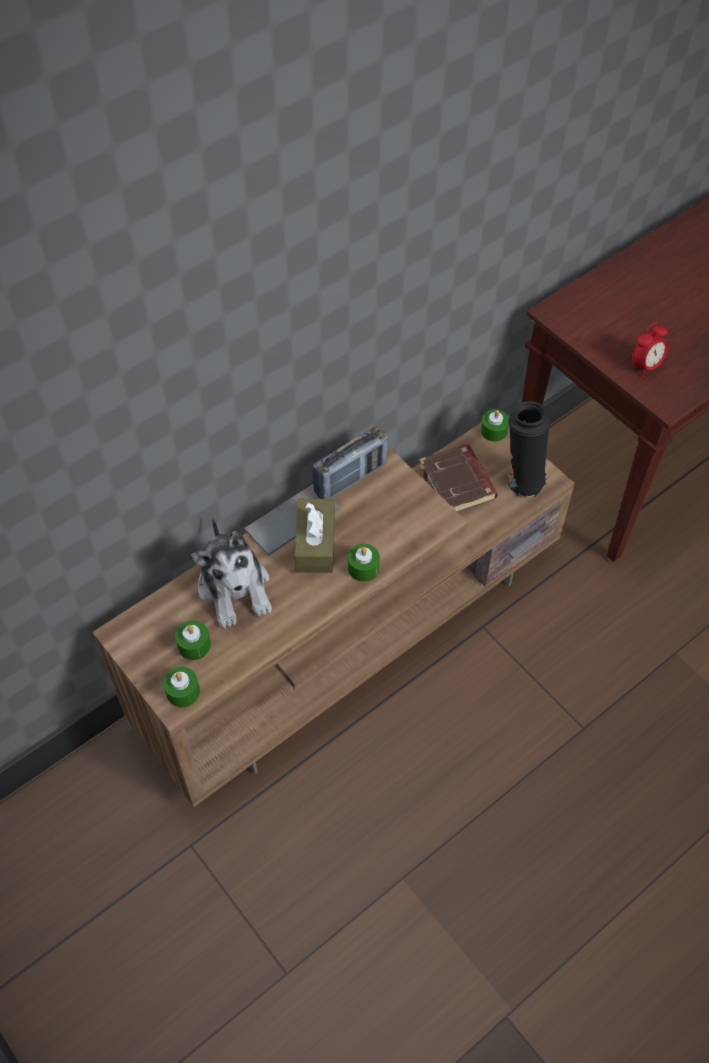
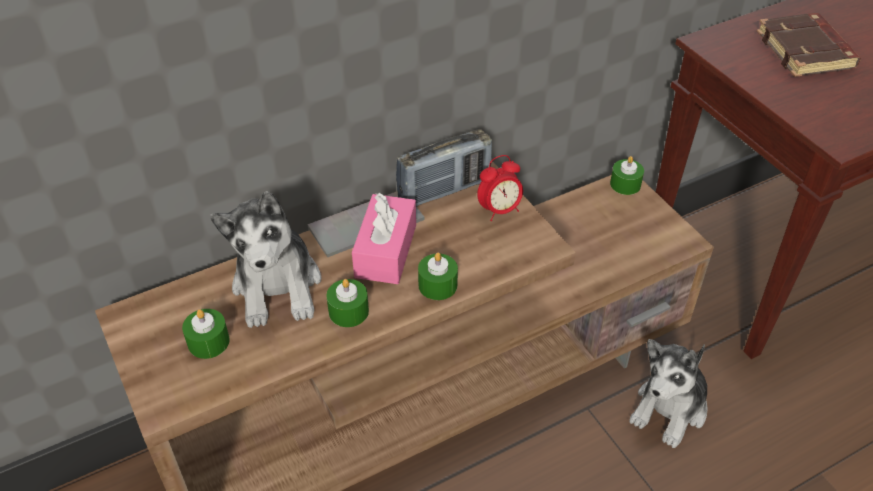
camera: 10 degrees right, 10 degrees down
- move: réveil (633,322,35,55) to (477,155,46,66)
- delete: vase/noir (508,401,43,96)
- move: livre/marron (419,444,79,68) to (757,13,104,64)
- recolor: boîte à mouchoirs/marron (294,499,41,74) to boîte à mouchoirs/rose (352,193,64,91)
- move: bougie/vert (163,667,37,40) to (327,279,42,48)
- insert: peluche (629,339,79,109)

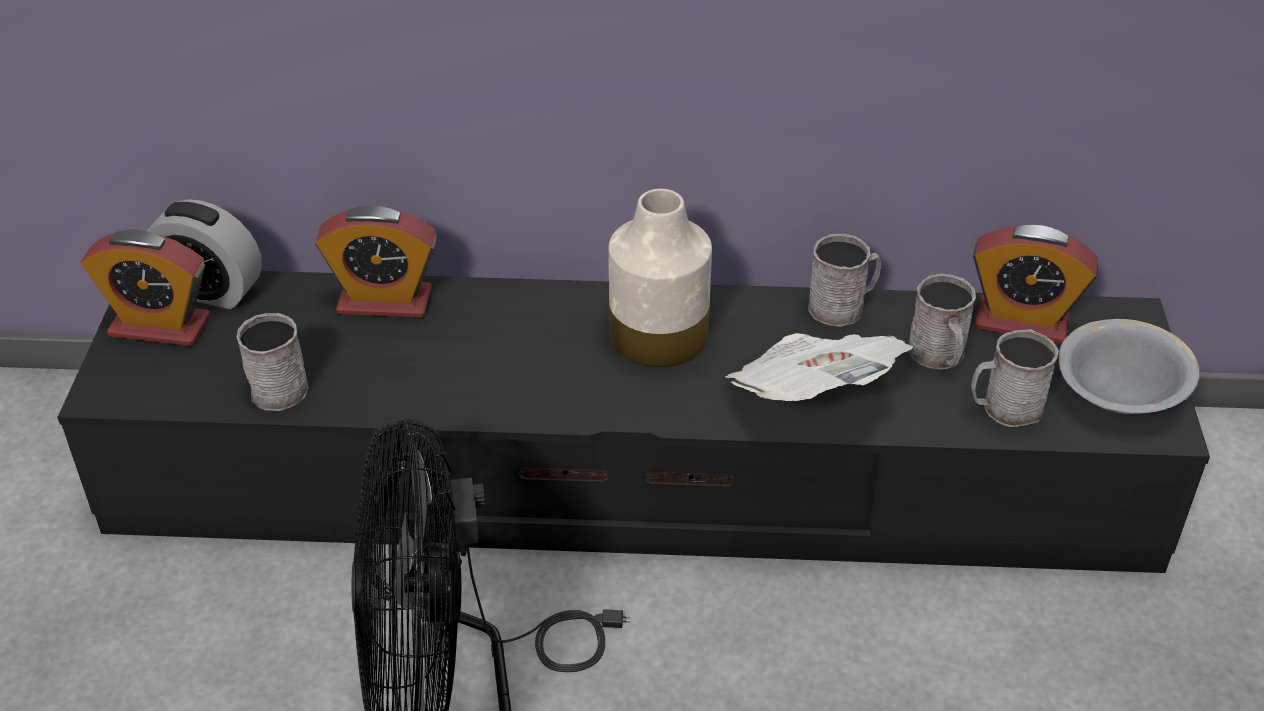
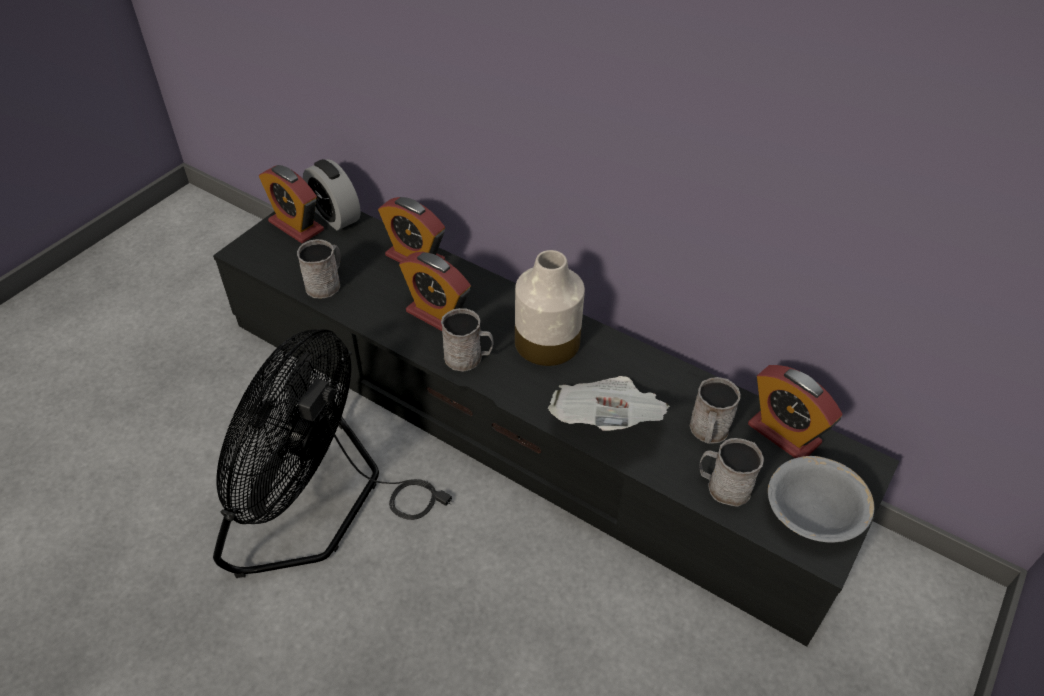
camera: 30 degrees right, 5 degrees up
- move: mug/gris (808,234,73,93) to (441,308,52,64)
- insert: réveil (399,252,72,79)

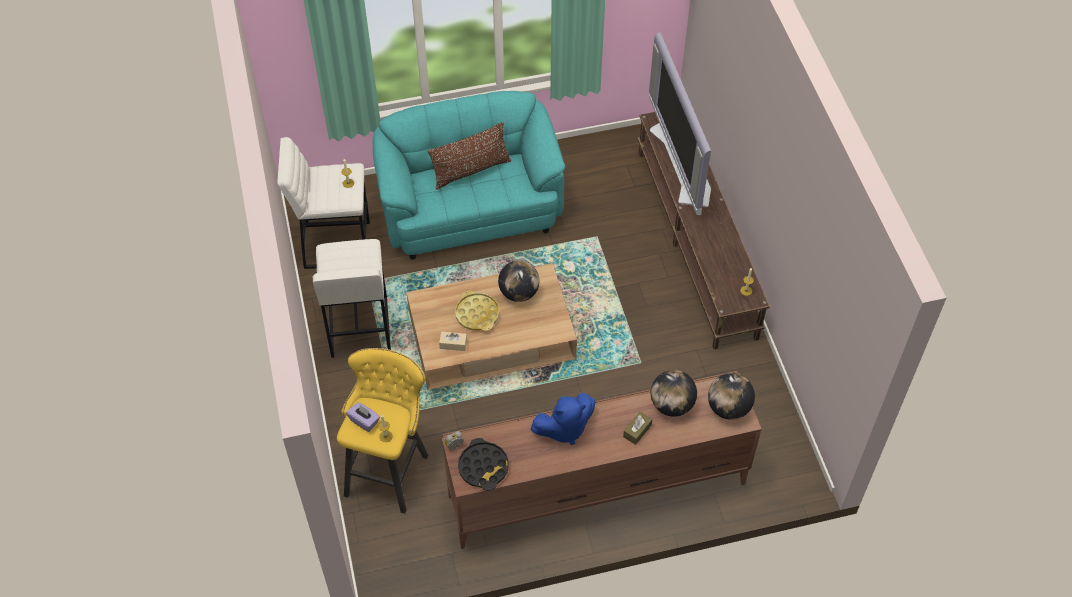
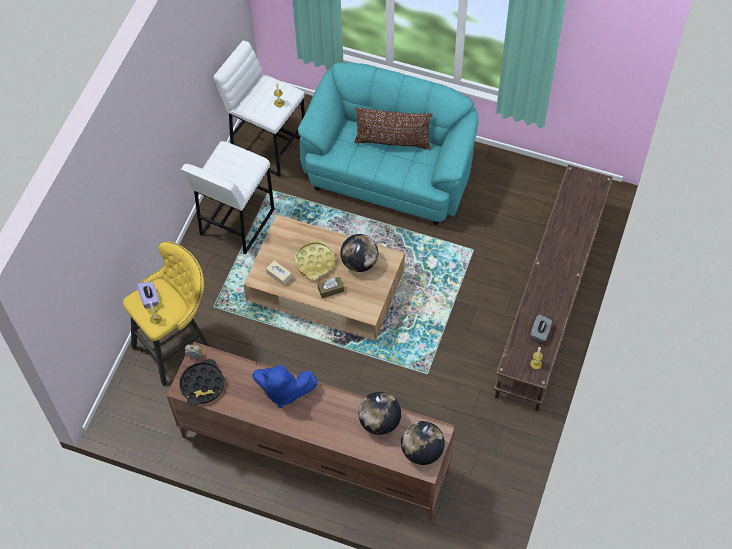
camera: 35 degrees right, 5 degrees up
- delete: téléviseur (649,32,62,183)
- move: boîte à mouchoirs/marron (623,411,29,34) to (318,277,26,21)
- insert: boîte à mouchoirs/gris (530,314,22,29)

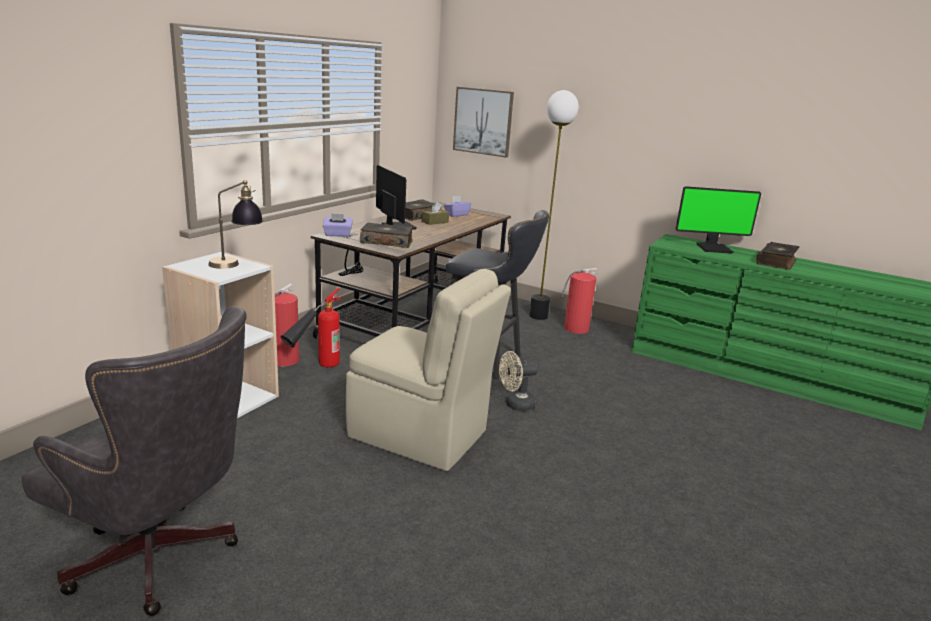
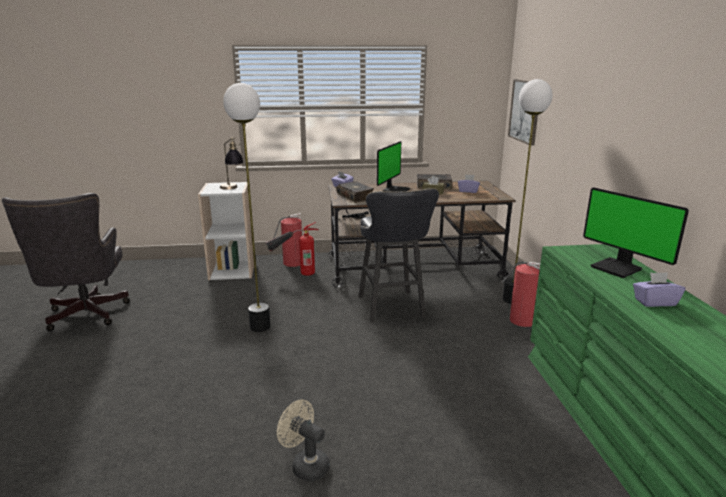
camera: 55 degrees right, 0 degrees up
- replace: livre (756,242,43,28) to boîte à mouchoirs/violet (633,272,52,35)
- replace: chaise/beige (346,269,165,202) to lampadaire (223,83,47,249)
- move: ventilateur/beige (499,351,39,60) to (277,400,53,82)

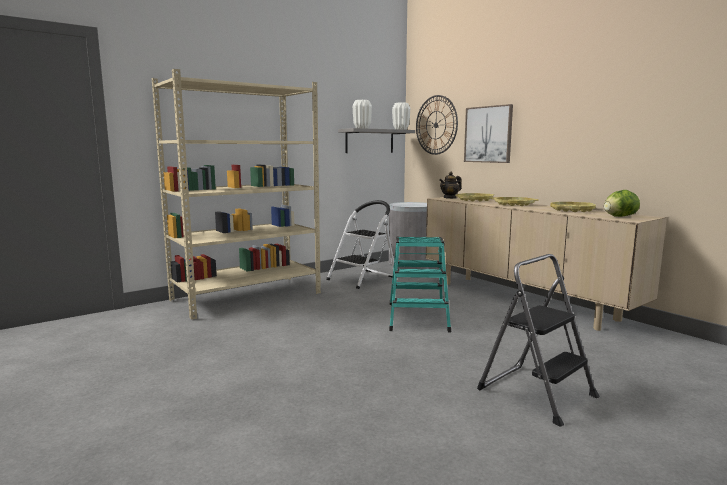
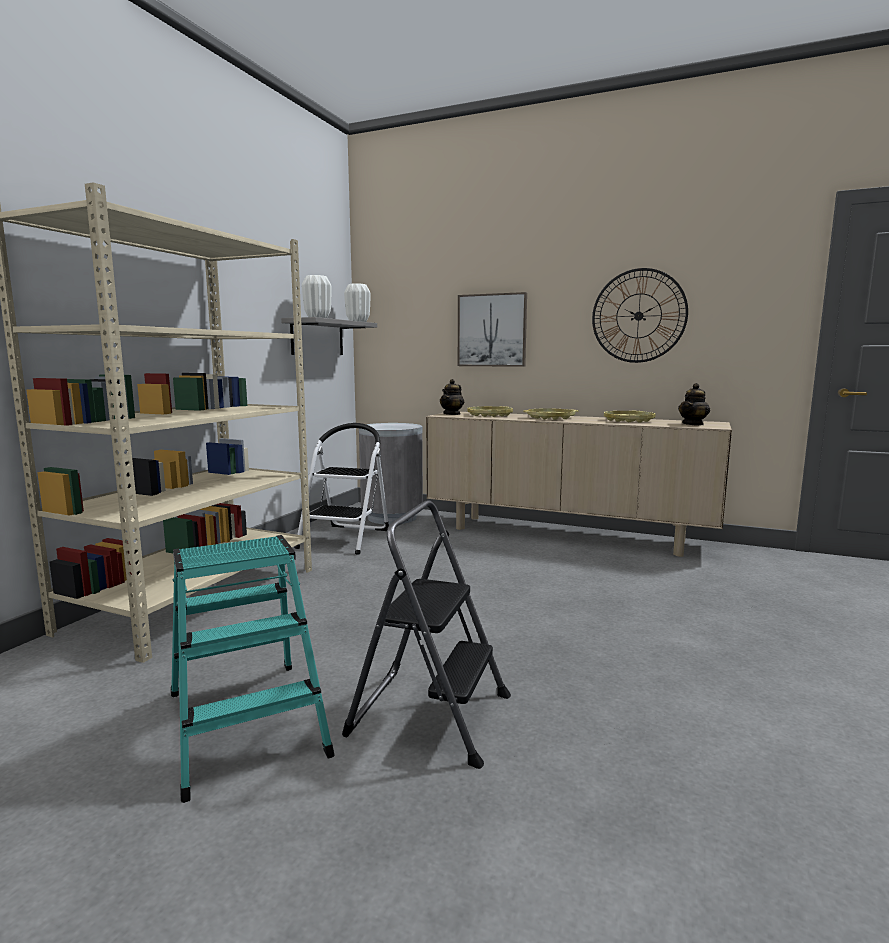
camera: 30 degrees left, 0 degrees up
- move: horloge murale (416,95,42,60) to (592,268,96,95)
- replace: laitue (604,190,36,27) to théière (678,383,32,43)
- move: escabeau/turquoise (389,237,62,96) to (171,535,164,268)
- move: escabeau/noir (477,254,122,173) to (342,500,169,269)

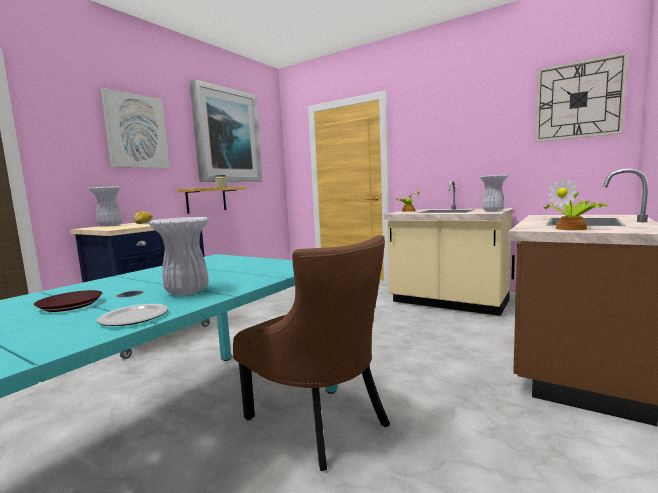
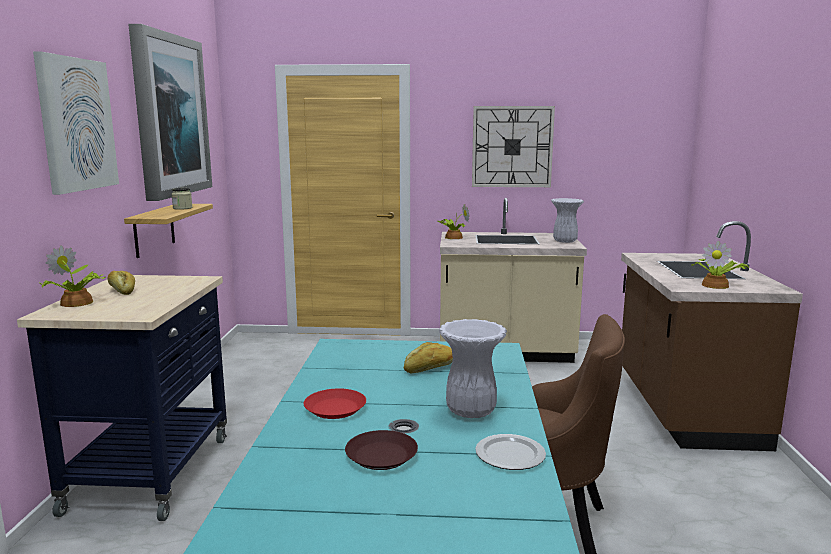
camera: 30 degrees left, 5 degrees up
- move: horloge murale (535,52,93,90) to (472,106,83,81)
- replace: vase/blanc (88,186,34,40) to plante en pot (40,245,66,62)
- insert: pain (404,342,49,31)
- insert: assiette/rouge (304,388,62,31)

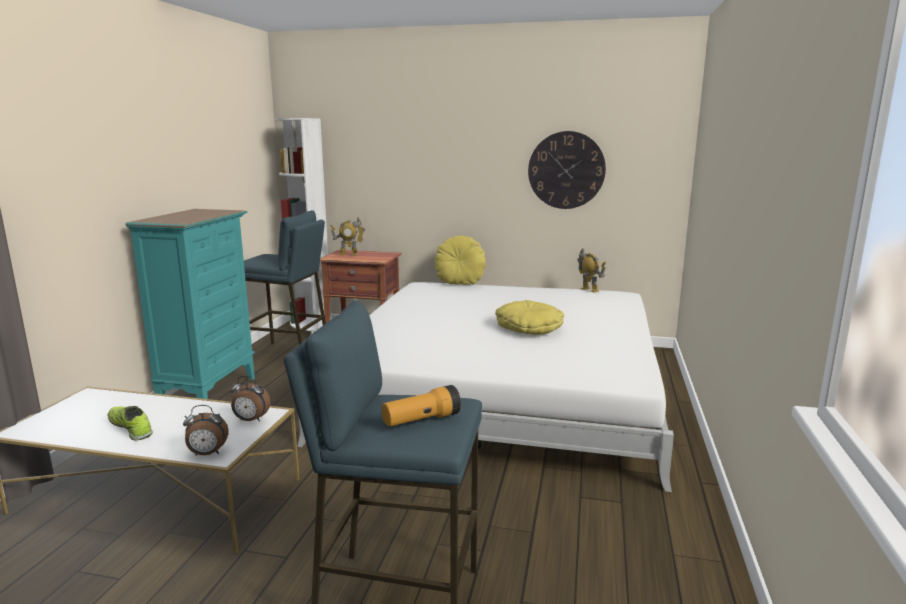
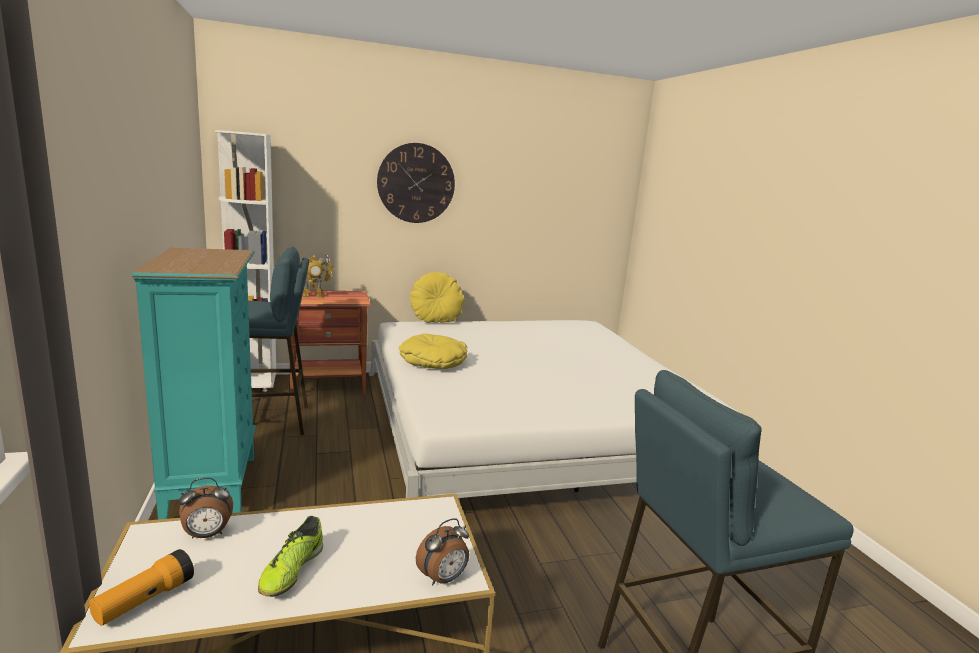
camera: 30 degrees left, 0 degrees up
- move: horloge murale (528,131,78,78) to (377,143,78,80)
- delete: robot jouet (577,248,29,45)
- move: coussin/jaune (495,300,69,35) to (399,334,68,35)
- move: réveil (231,376,40,46) to (179,478,54,60)
- move: lampe de poche (382,385,79,42) to (89,549,105,77)
- rotate: chaussure (107,406,46,34) = (258,516,65,81) 90 degrees counterclockwise

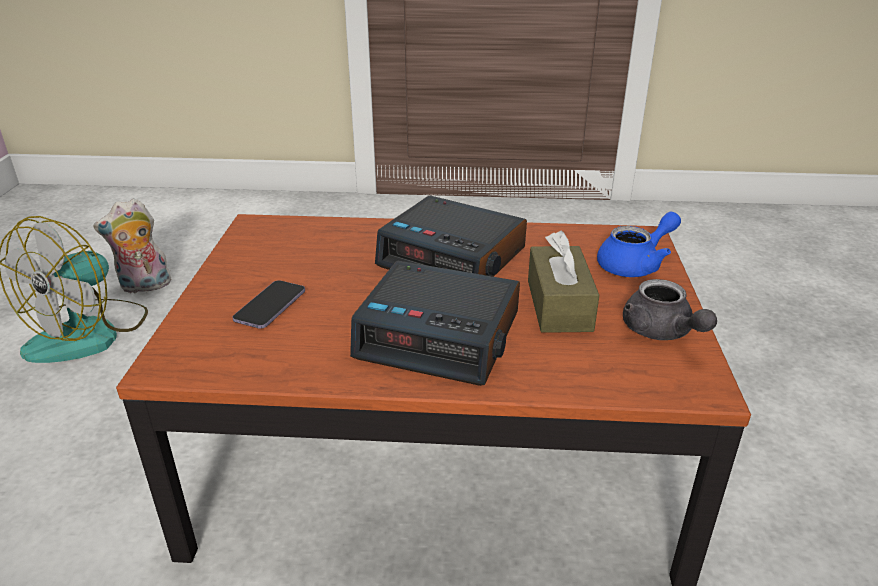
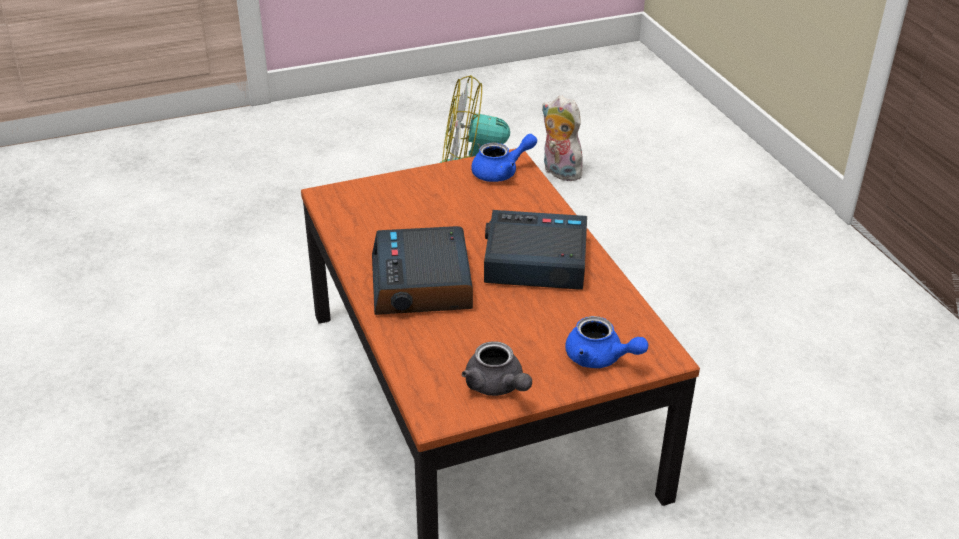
camera: 65 degrees right, 5 degrees up
- rotate: réveil (375,195,152,82) = (484,210,103,80) 90 degrees clockwise
- delete: boîte à mouchoirs/marron (528,231,71,102)
- rotate: théière/gris (623,279,94,61) = (462,341,70,55) 75 degrees counterclockwise
- delete: téléphone (232,280,73,49)
- insert: théière/bleu (471,134,66,48)

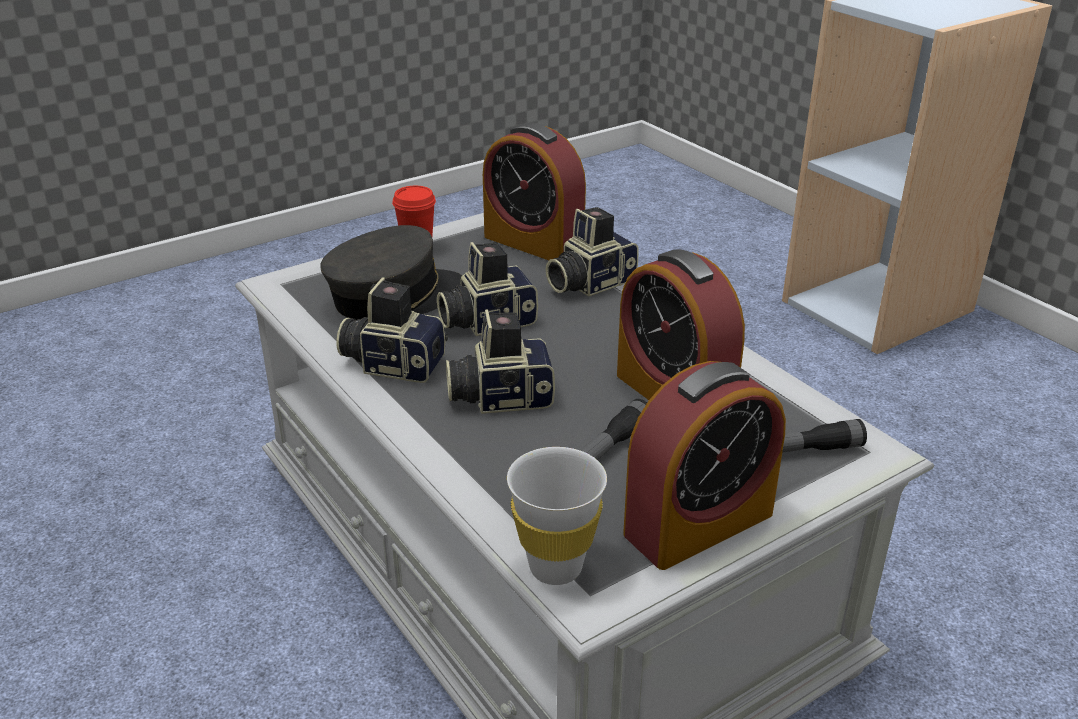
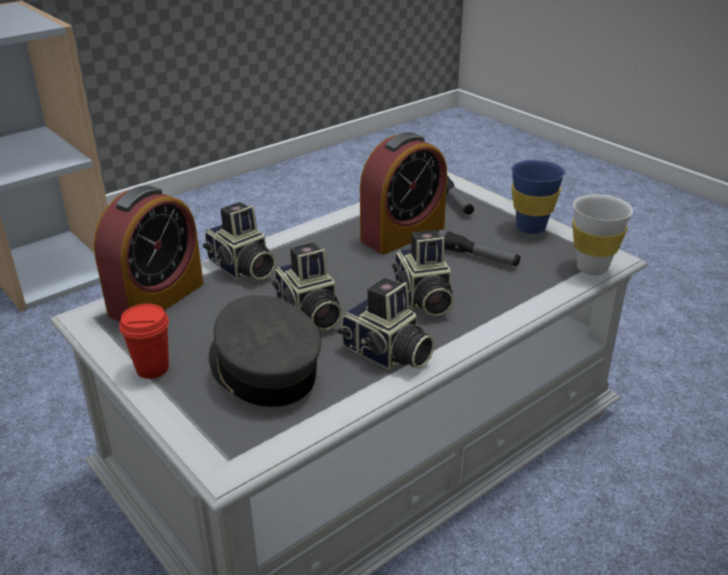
camera: 95 degrees left, 0 degrees up
- rotate: appareil photo (336,277,112,106) = (338,278,97,92) 60 degrees counterclockwise
- replace: réveil (623,361,163,209) to tasse/bleu (511,160,54,74)

